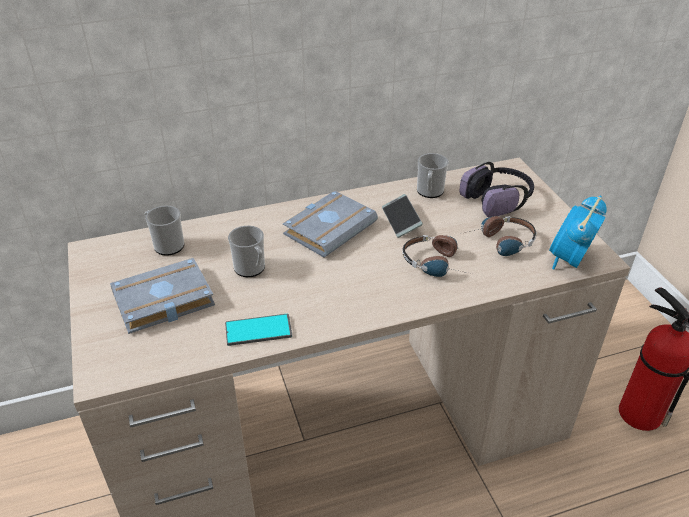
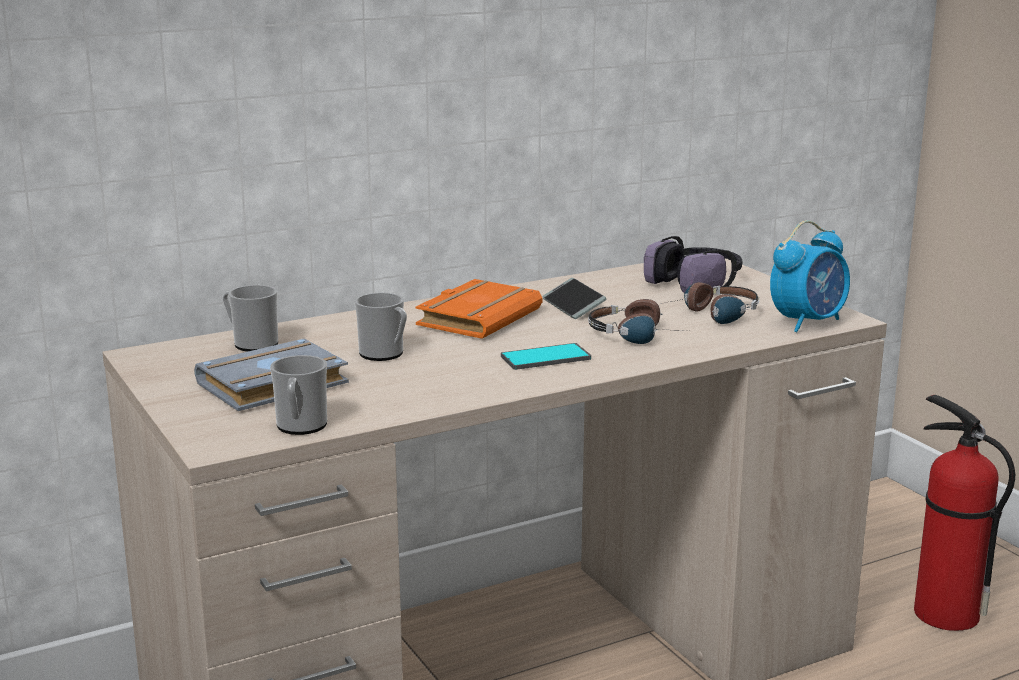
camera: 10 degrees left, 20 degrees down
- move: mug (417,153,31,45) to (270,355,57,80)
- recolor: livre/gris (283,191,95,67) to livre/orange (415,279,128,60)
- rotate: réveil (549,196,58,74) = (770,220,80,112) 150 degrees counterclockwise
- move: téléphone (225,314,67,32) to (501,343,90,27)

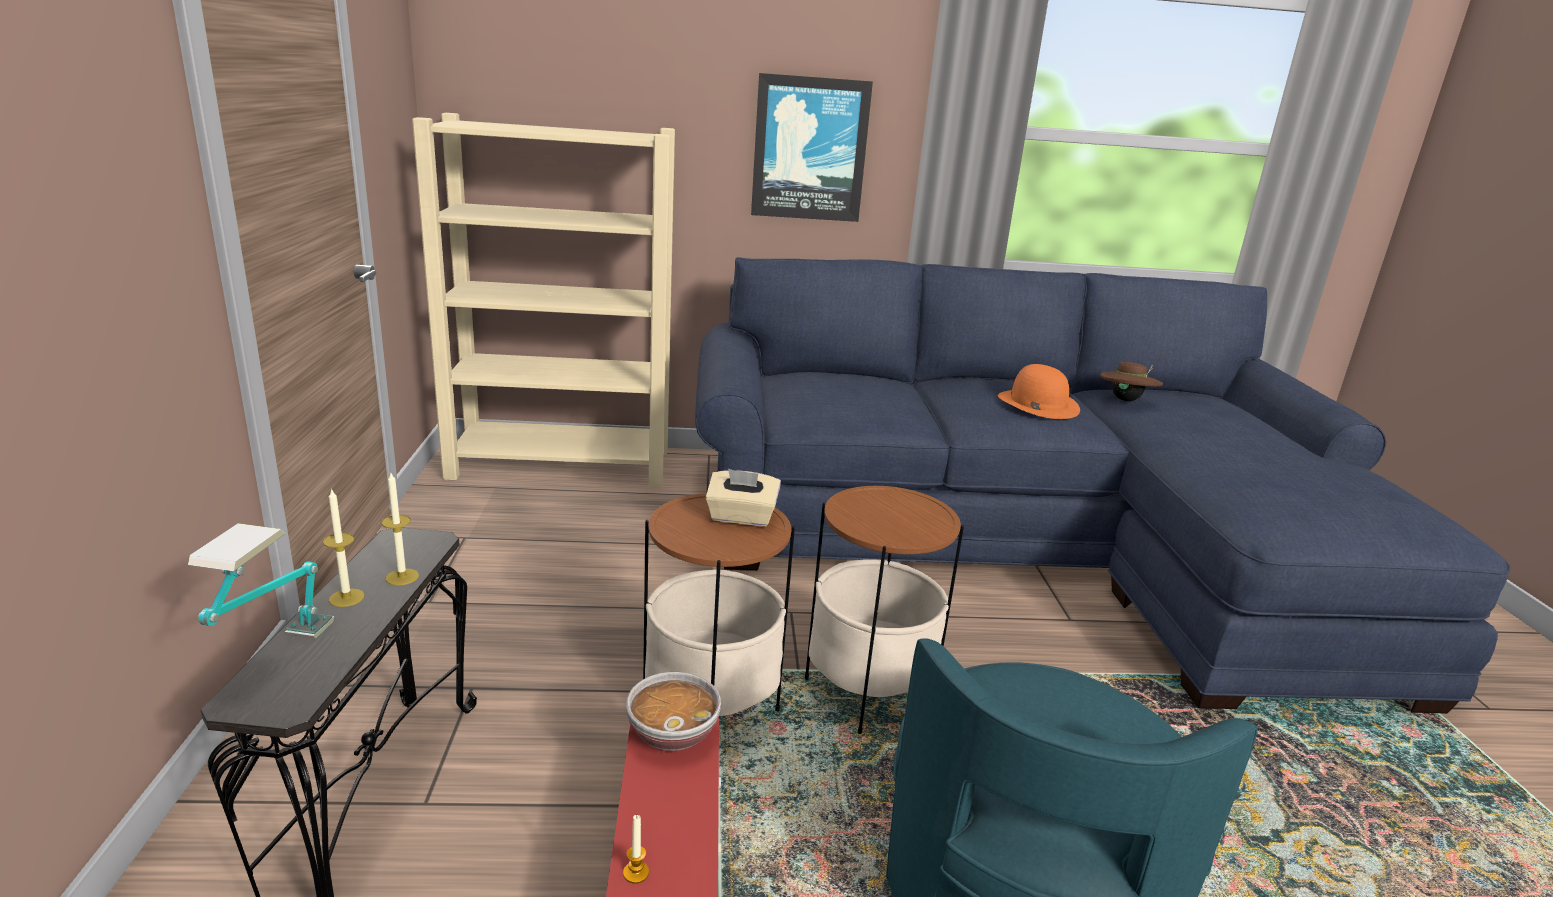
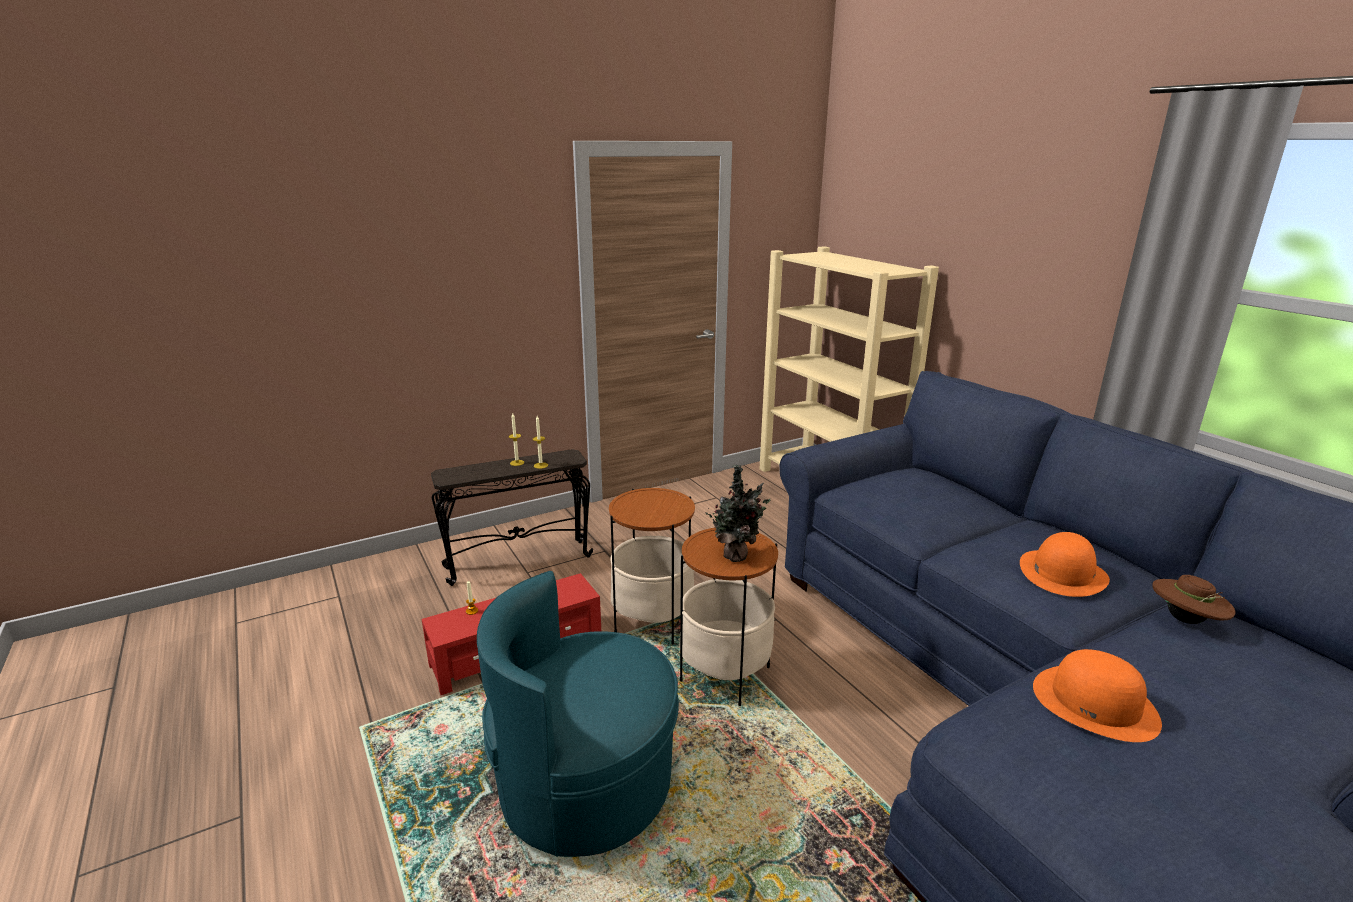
camera: 65 degrees right, 0 degrees up
- delete: tableau (751,73,122,149)
- delete: boîte à mouchoirs/beige (705,469,76,57)
- delete: lampe de table (188,523,146,116)
- delete: bol (626,672,95,79)
- insert: plante en pot (705,465,65,97)
- insert: chapeau/orange (1033,649,129,93)

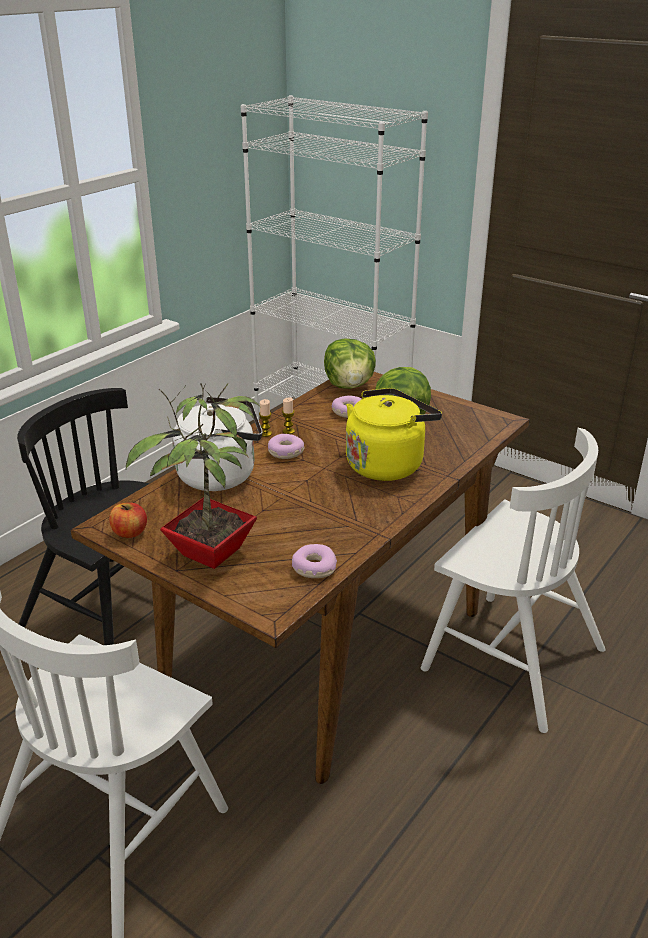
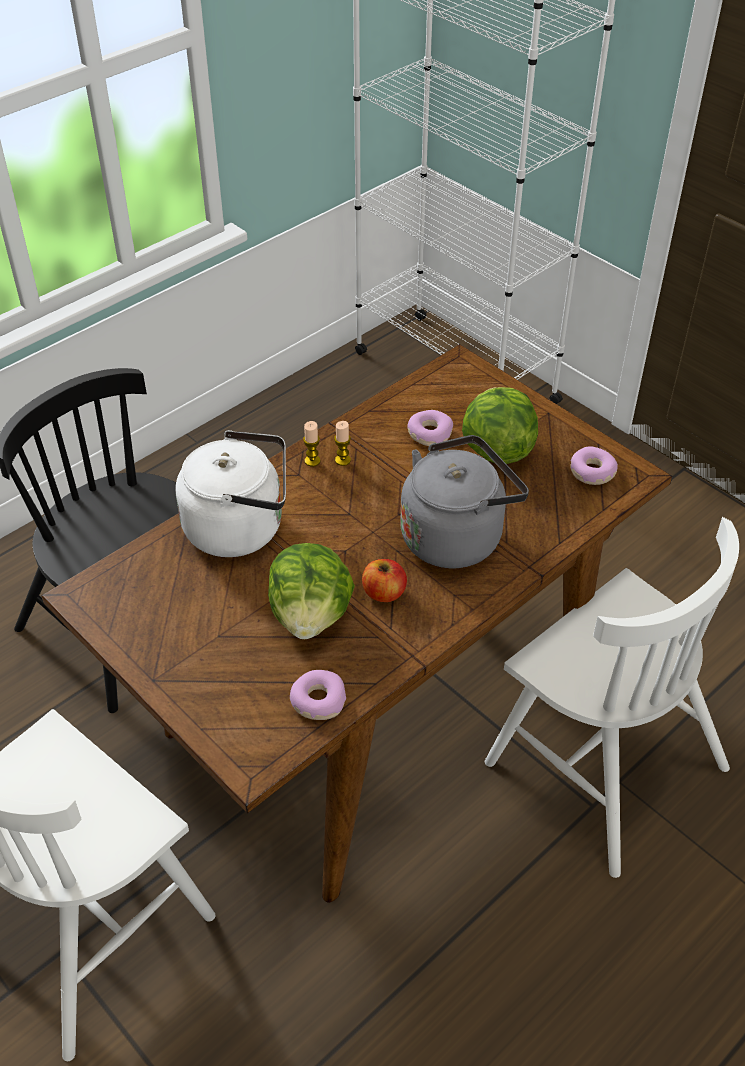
camera: 10 degrees right, 15 degrees up
- move: laitue (324,338,52,51) to (268,543,87,96)
- delete: plante en pot (126,383,135,186)
- recolor: bouilloire/jaune (346,388,96,93) to bouilloire/gris (400,435,129,134)
- move: beignet (268,434,36,25) to (570,446,48,39)
- move: pomme (109,503,38,35) to (362,559,45,43)

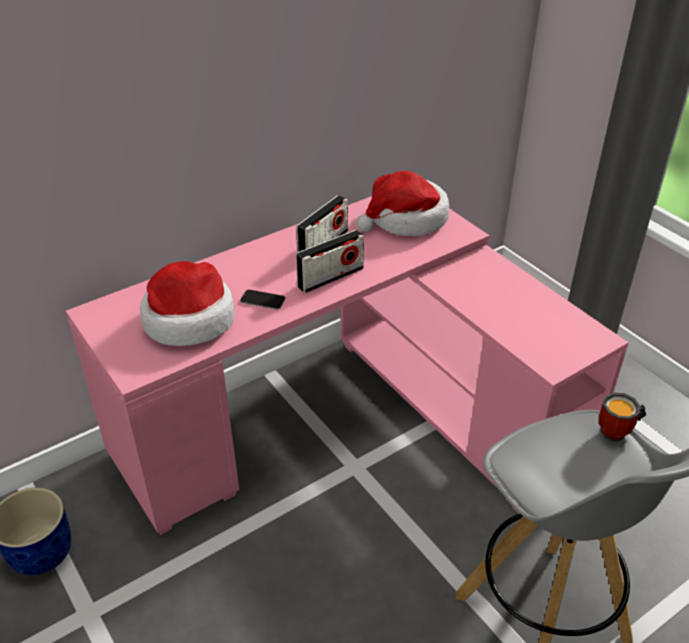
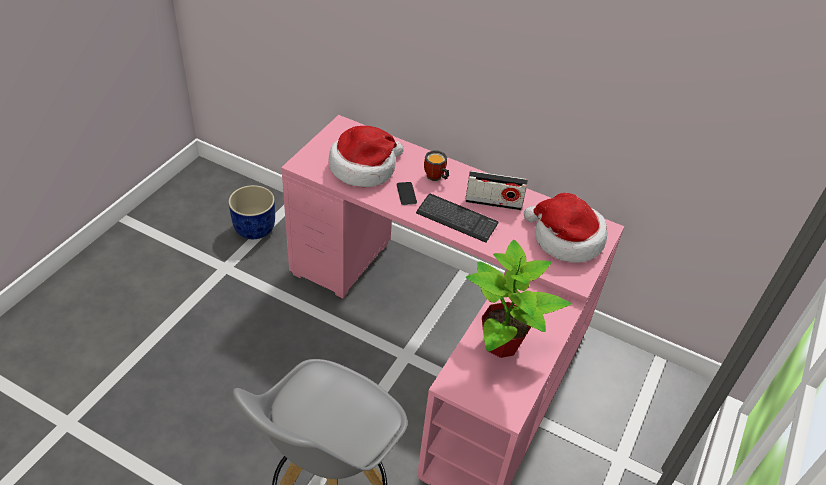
camera: 60 degrees right, 5 degrees up
- replace: radio (296,230,68,63) to clavier (416,194,82,49)
- move: mug (599,392,47,50) to (424,150,25,31)
- insert: plante en pot (466,240,105,118)

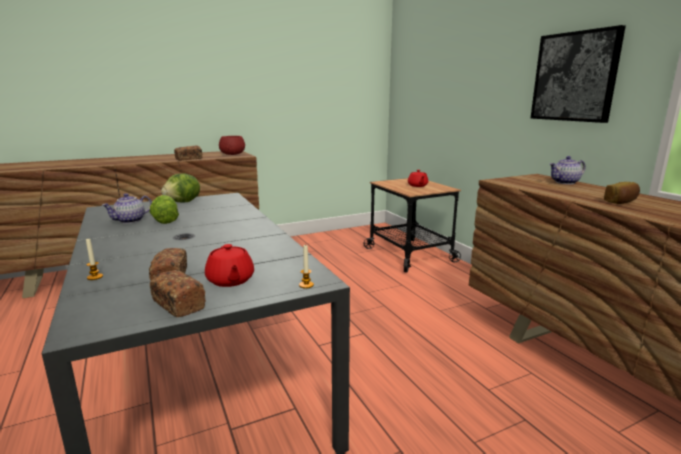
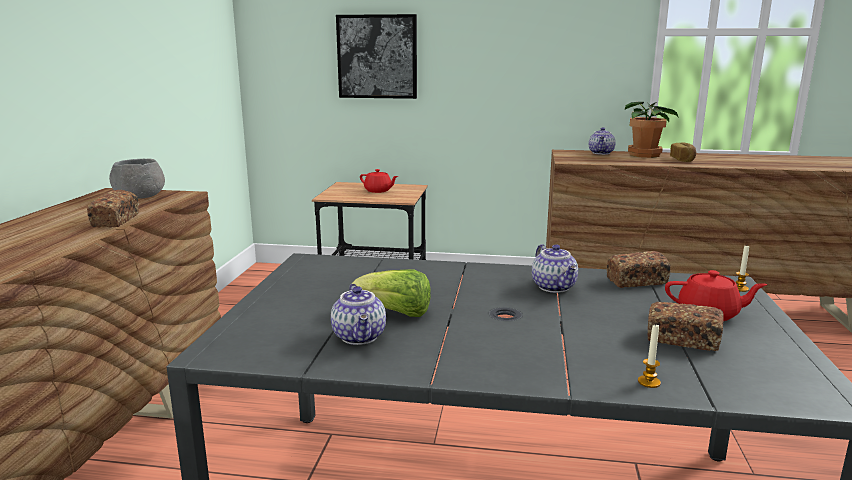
camera: 55 degrees left, 0 degrees up
- move: tableau (531,25,95,98) to (336,14,81,85)
- recolor: bol/rouge (219,136,26,19) to bol/gris (109,159,56,40)
- delete: laitue (161,173,39,29)
- move: pain (150,270,56,47) to (606,251,65,37)
- insert: plante en pot (625,102,54,56)
- insert: théière (532,244,46,49)

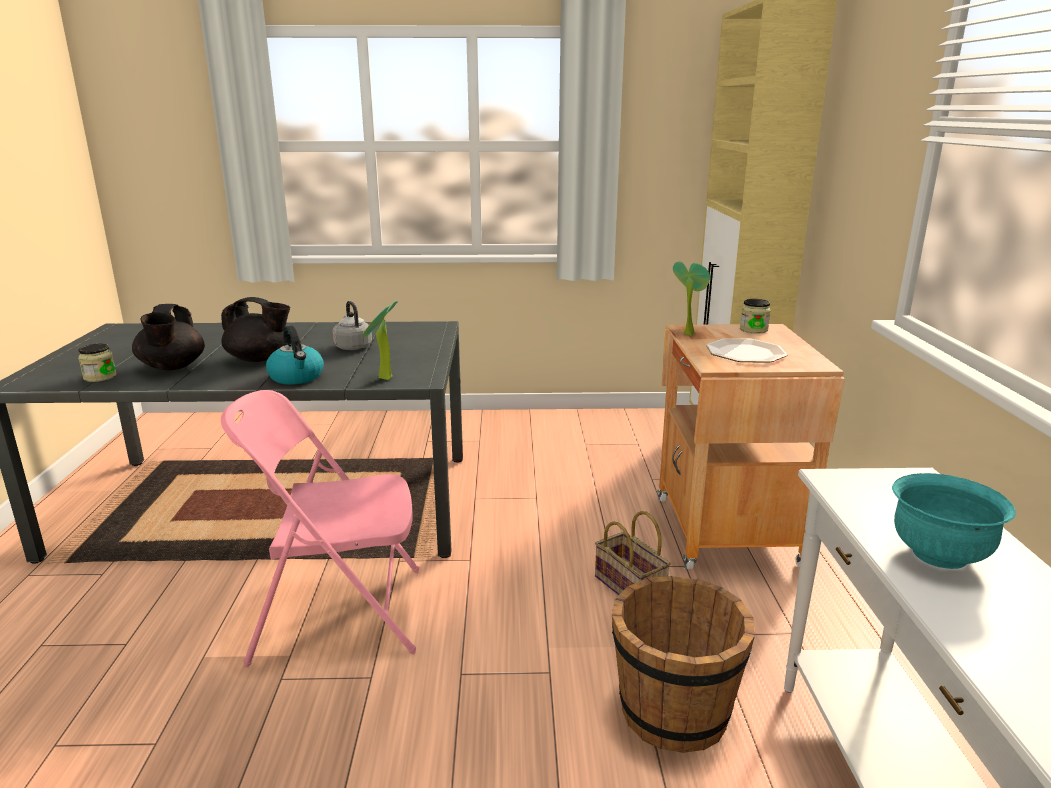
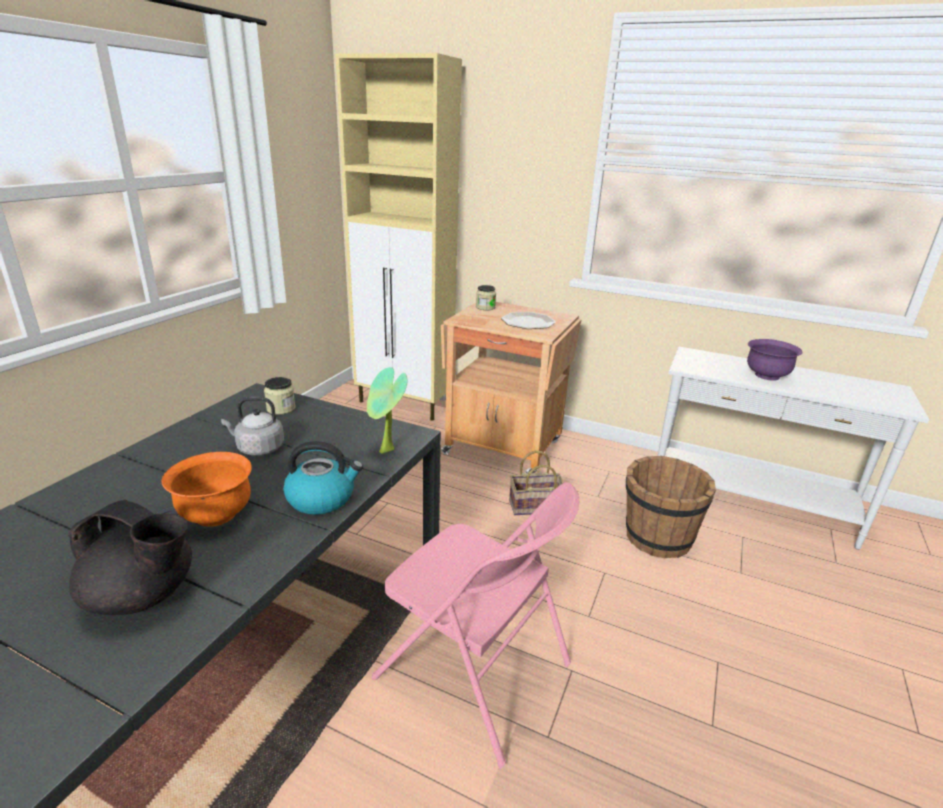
camera: 65 degrees left, 5 degrees up
- delete: plante en pot (673,261,37,75)
- replace: théière/noir (221,297,69,65) to bol/orange (162,452,90,75)
- move: bocal (78,344,38,38) to (264,377,32,38)
- rotate: chaise/rose (221,390,198,277) = (372,482,207,287) 75 degrees counterclockwise
- recolor: bol/turquoise (892,473,124,96) to bol/violet (747,339,56,42)

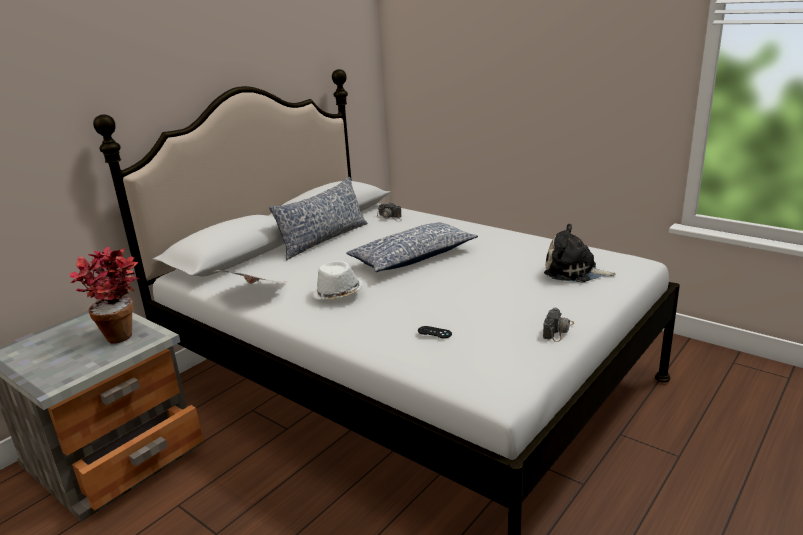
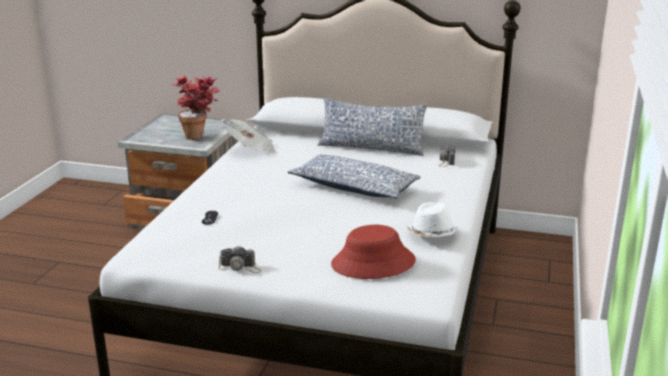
camera: 65 degrees right, 0 degrees up
- replace: peluche (544,224,72,58) to chapeau/rouge (331,225,85,54)
- move: chapeau/blanc (312,261,51,39) to (407,202,52,35)

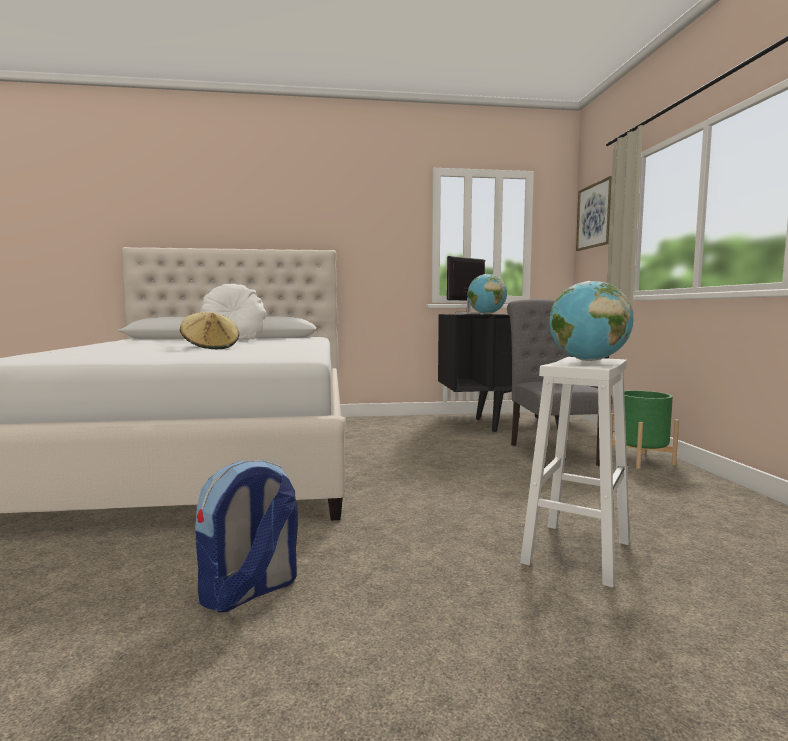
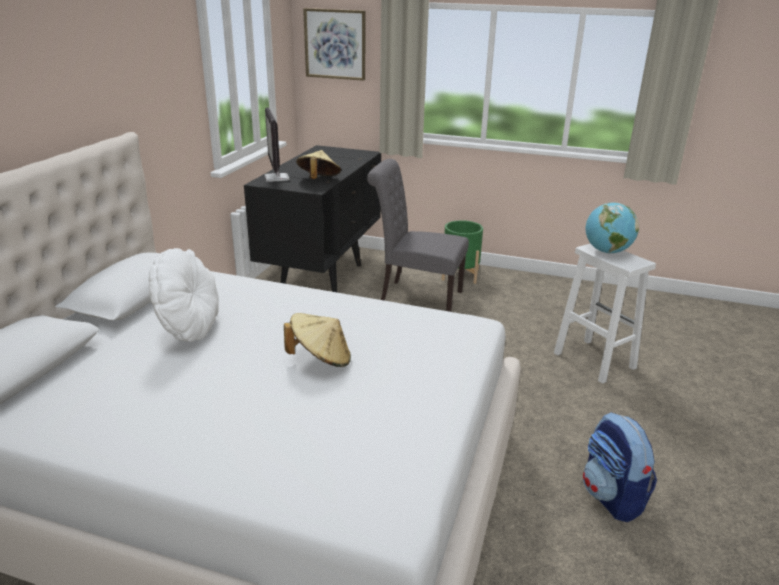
camera: 65 degrees left, 20 degrees up
- replace: globe (468,274,39,40) to chapeau/beige (296,150,45,29)

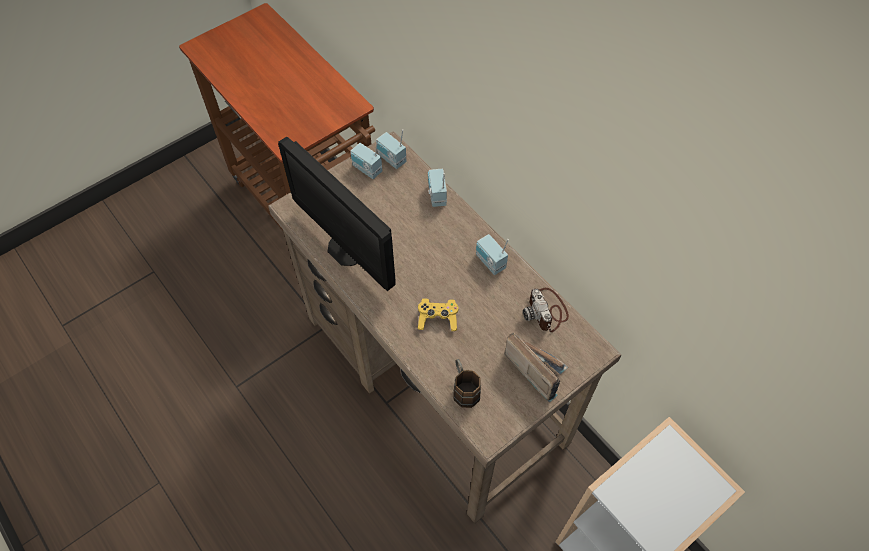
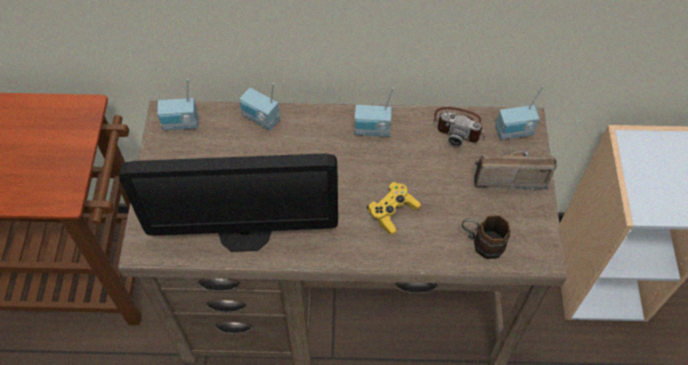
camera: 50 degrees left, 0 degrees up
- move: radio (351,139,31,40) to (495,86,48,54)

